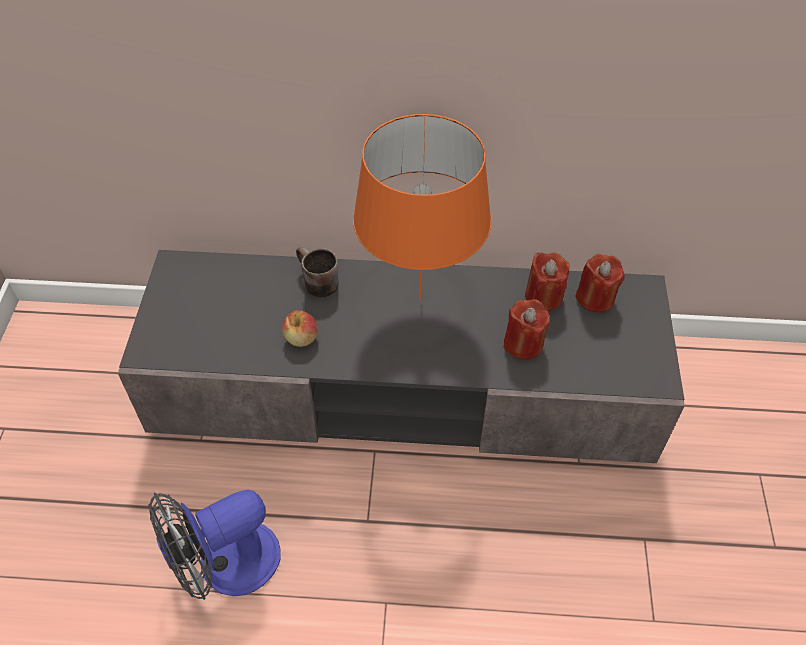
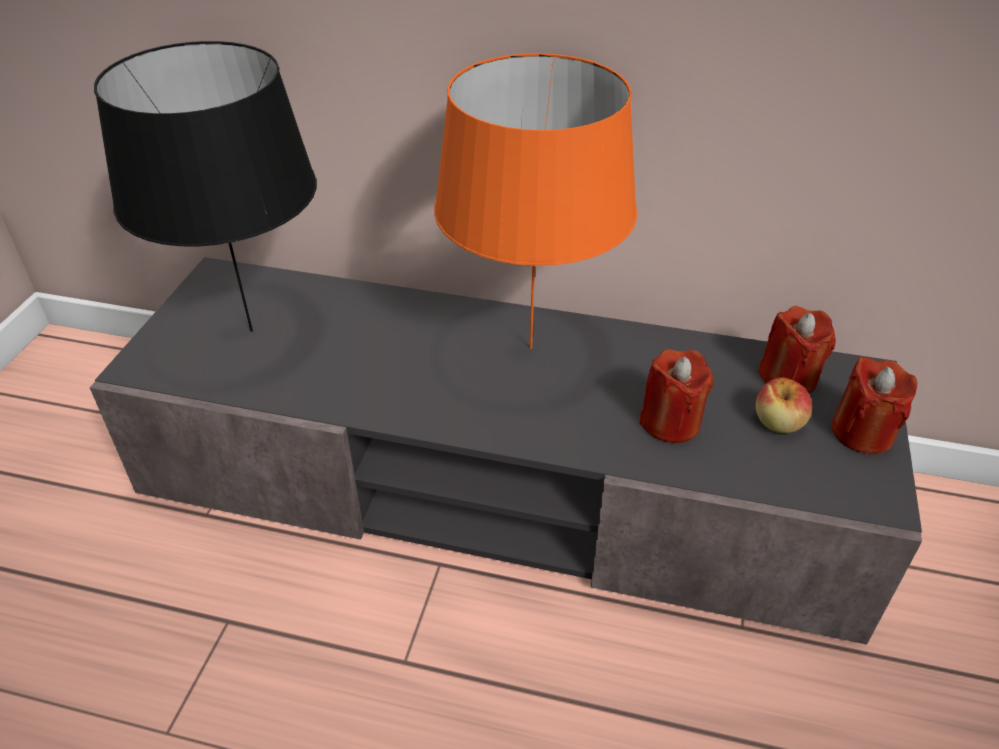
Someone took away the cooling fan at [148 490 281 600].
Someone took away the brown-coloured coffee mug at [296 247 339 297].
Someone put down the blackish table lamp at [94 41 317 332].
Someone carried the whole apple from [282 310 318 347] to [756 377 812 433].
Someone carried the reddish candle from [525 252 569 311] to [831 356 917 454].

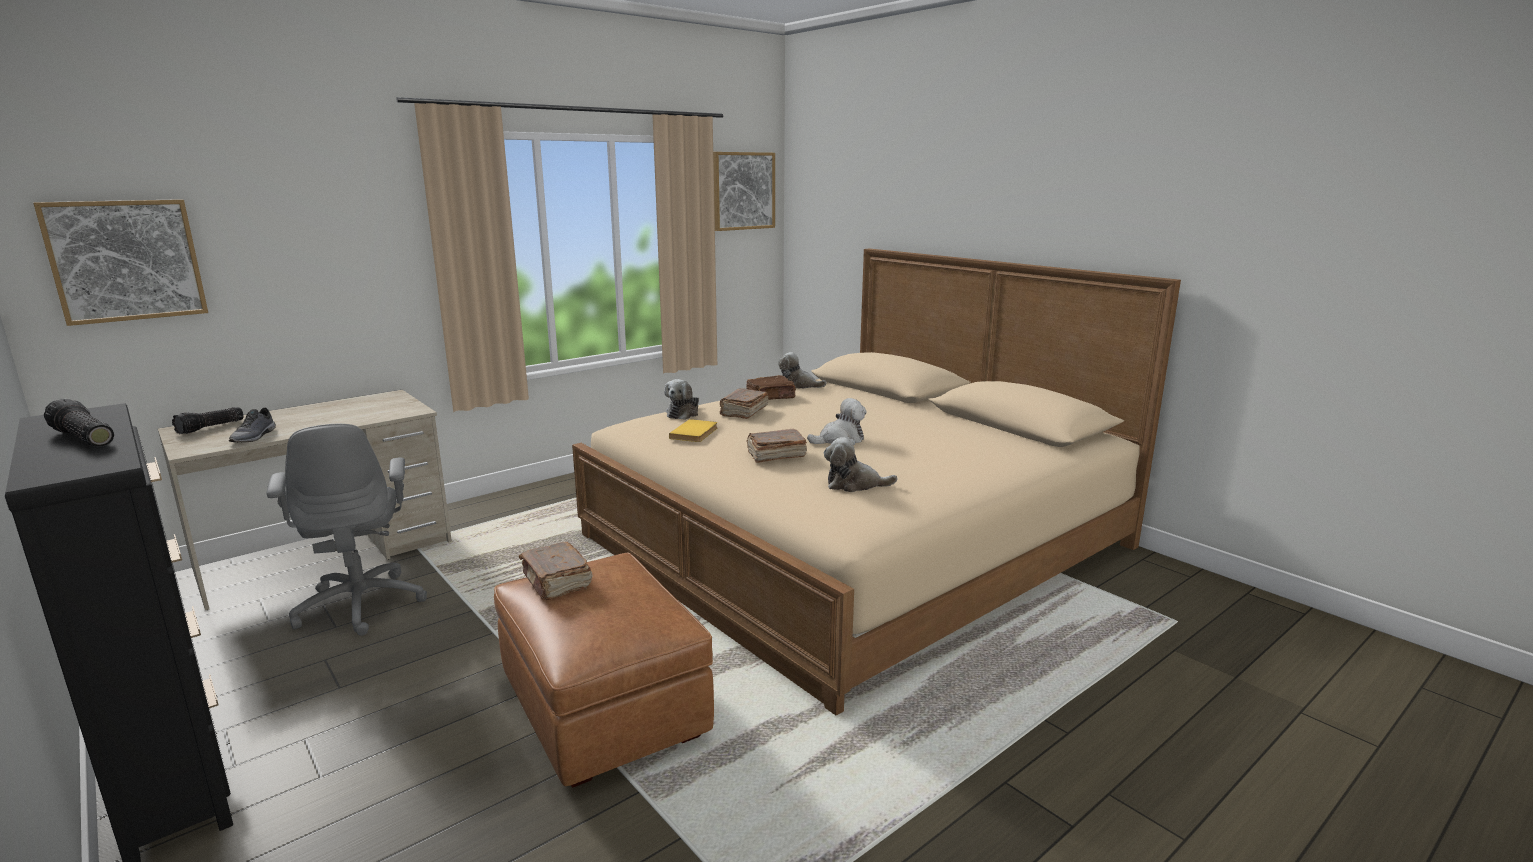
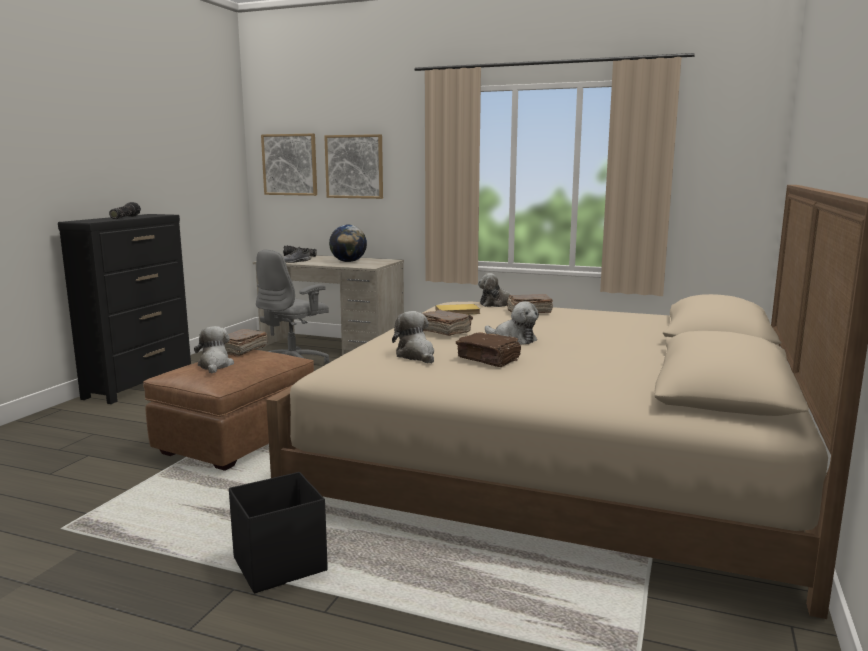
Someone put down the blackish storage box at [229 472 328 593].
Someone put down the desk globe at [329 225 367 262].
Someone carried the wall art from [713 152 775 231] to [324 134 383 199].
Someone carried the brown-coloured volume from [746 375 796 400] to [456 332 521 367].
Someone carried the soft toy from [778 352 827 389] to [194 326 234 373].

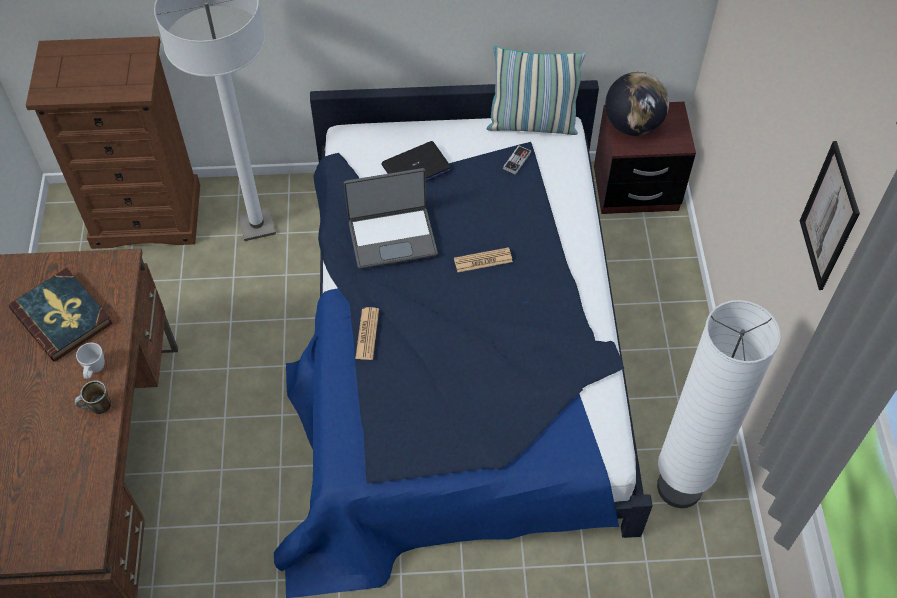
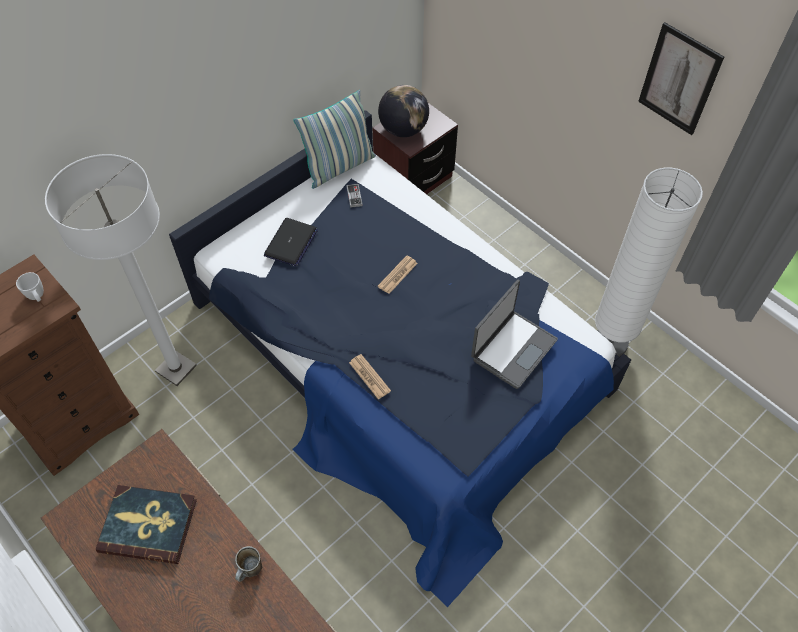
Someone carried the white coffee mug from [76 343 105 379] to [16 272 44 302].
Someone carried the portable computer from [344 168 438 269] to [471 280 558 389].

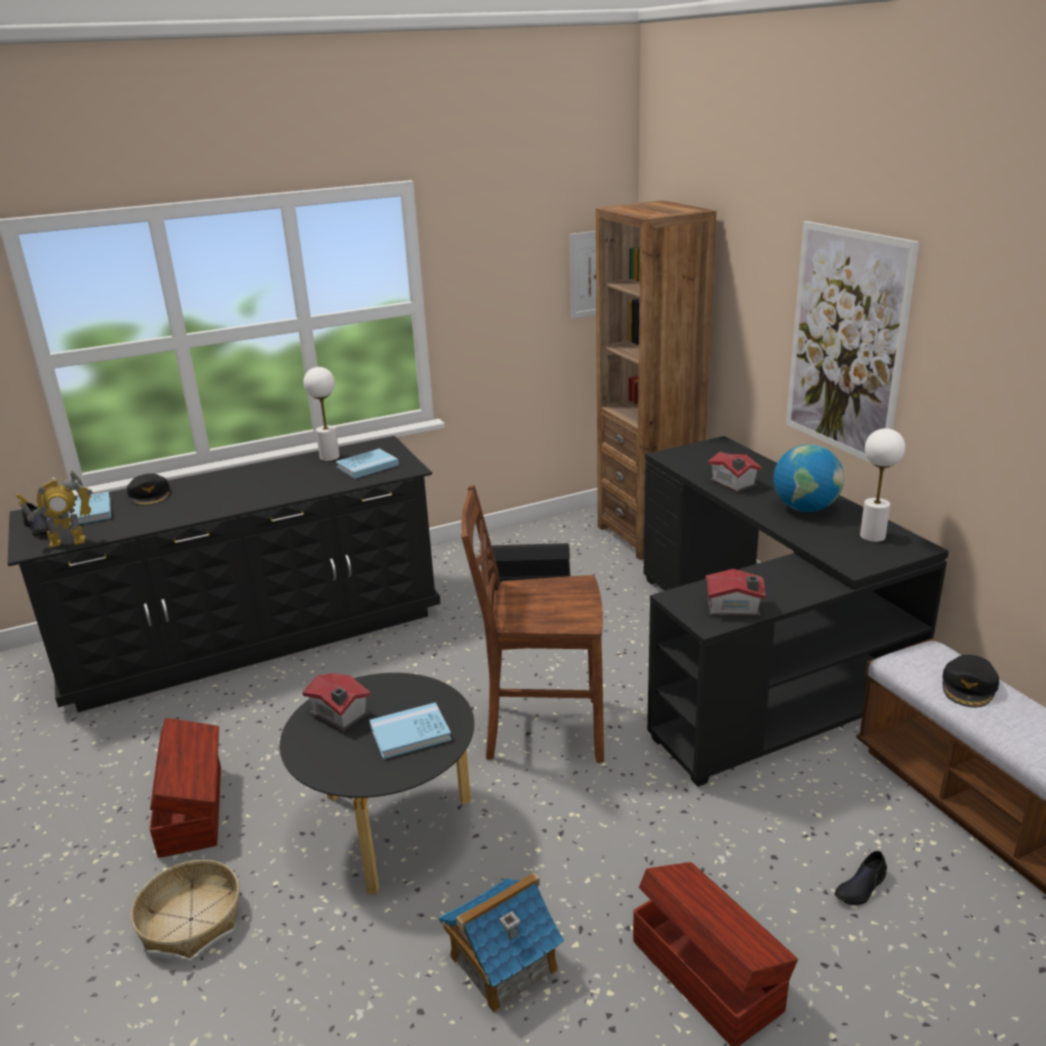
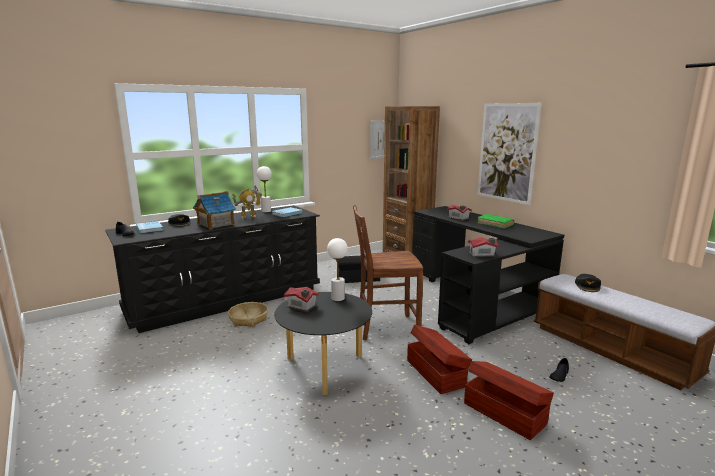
Someone took away the blue volume at [369 702 452 759].
Someone carried the toy robot from [16 470 93 547] to [232 185 262 218].
Someone carried the storage basket from [131 860 240 958] to [228 302 268 327].
Someone carried the brown-coloured storage box from [149 718 221 858] to [407 325 472 394].
Someone carried the toy house from [439 872 564 1013] to [193 191 236 230].
Someone carried the white table lamp from [860 428 905 542] to [327 238 348 301].
Someone swapped the desk globe at [773 444 844 512] for the green-coloured volume at [477 214 514 229].

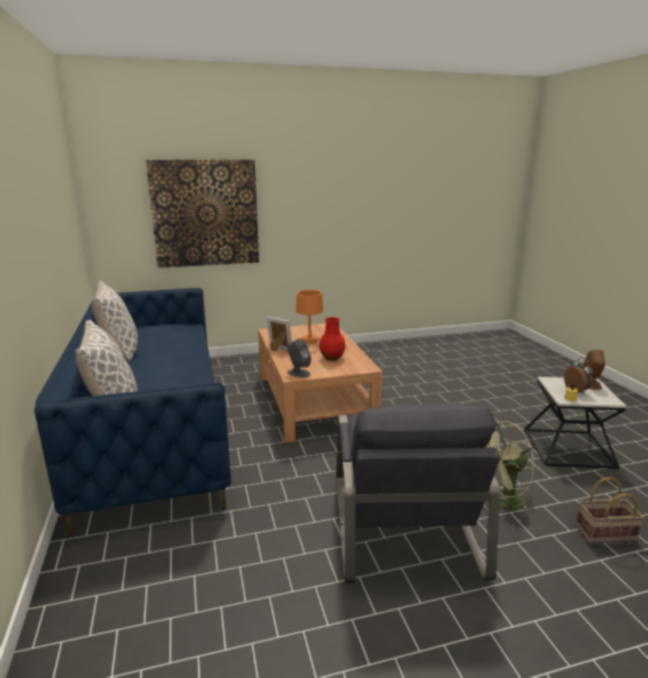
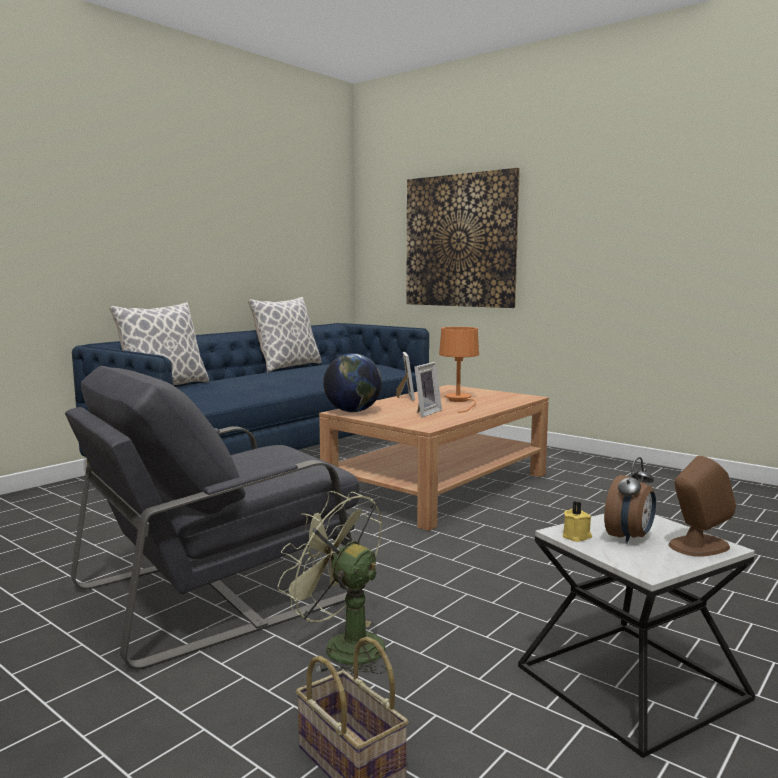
Someone swapped the gray speaker at [287 339 311 378] for the desk globe at [323 353 382 413].
Someone swapped the reddish vase at [319 317 345 361] for the standing frame at [414 362 442 417].

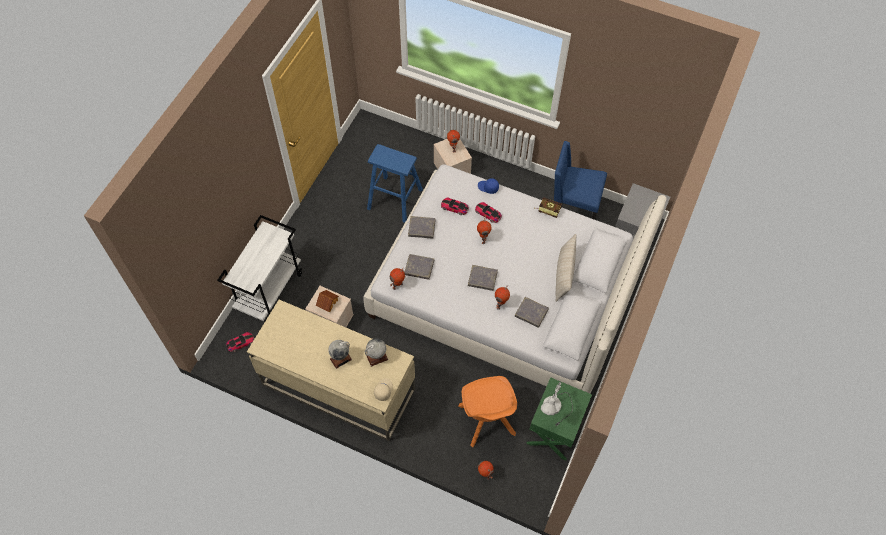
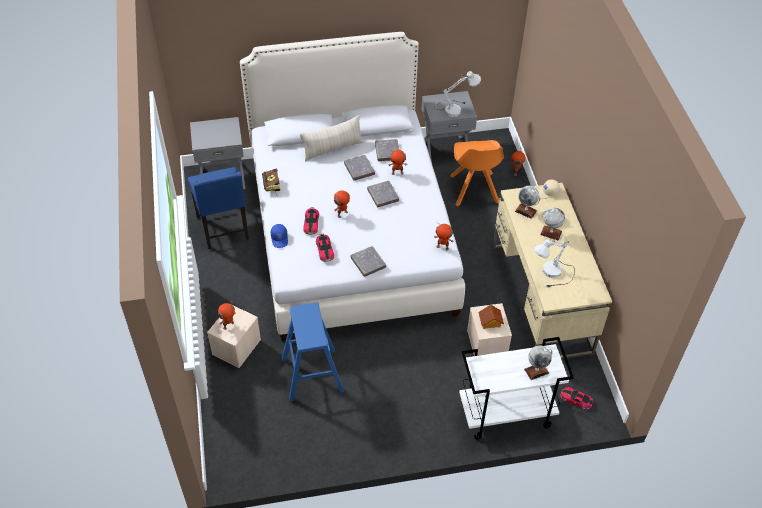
Someone put down the desk globe at [524 346 553 380].
Someone put down the white table lamp at [534 238 575 287].
Someone carried the gray volume from [405 254 434 280] to [344 155 375 181].
Someone repainted the green-coloured night table at [526 377 592 461], which became the gray night table at [421 91 477 162].
Someone rotated the orange-coloured plain chair at [459 376 517 447] by 135 degrees clockwise.

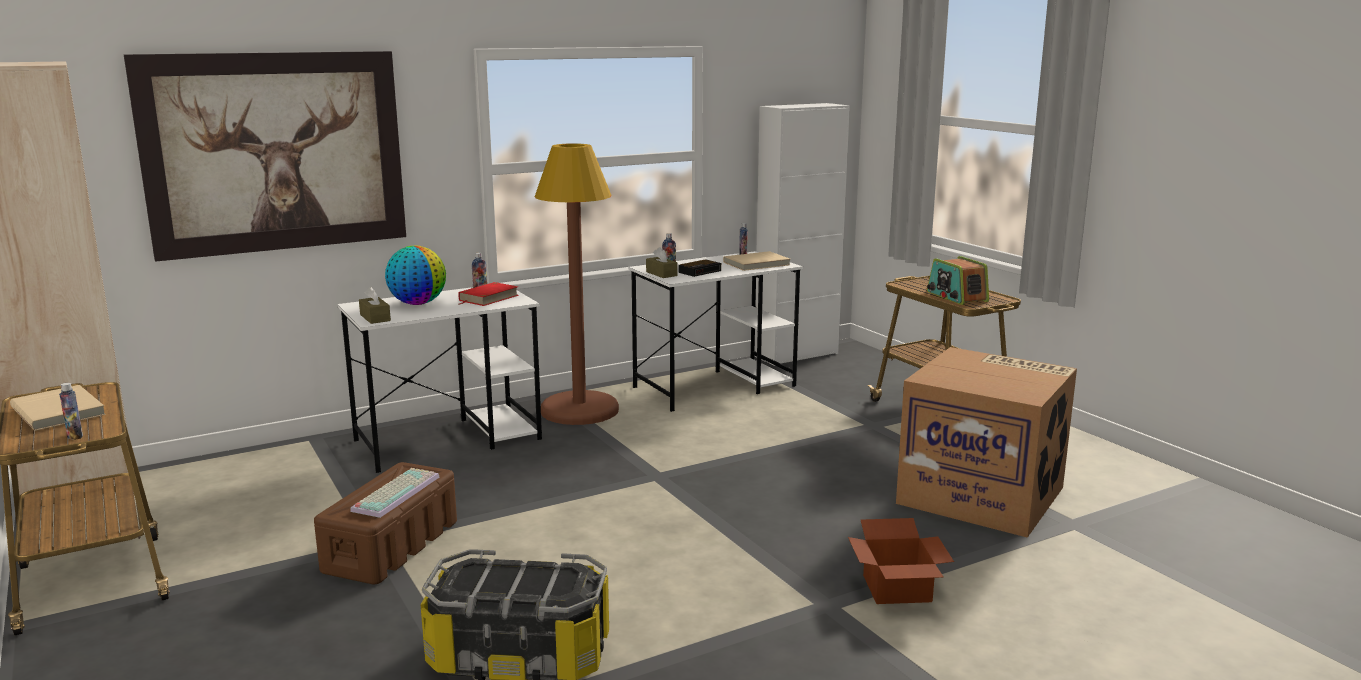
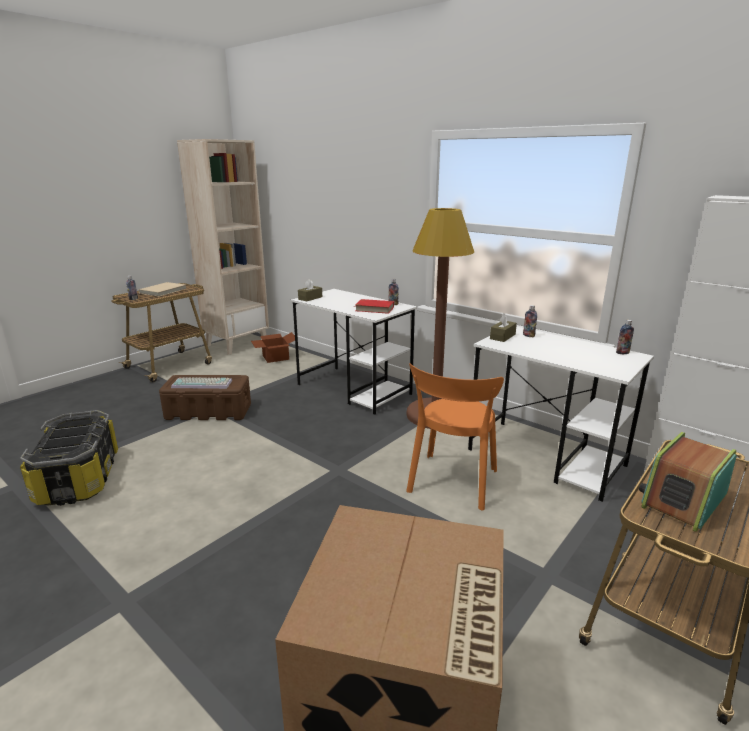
Someone took away the wall art at [124 51 406 262].
Someone took away the desk globe at [385 246 446 305].
Someone took away the table clock at [678 259 721 277].
Someone took away the beige volume at [723 251 790 271].
Someone put down the orange-coloured plain chair at [406 363 504 511].
Someone carried the packing box from [848 518 954 604] to [251 332 295 363].

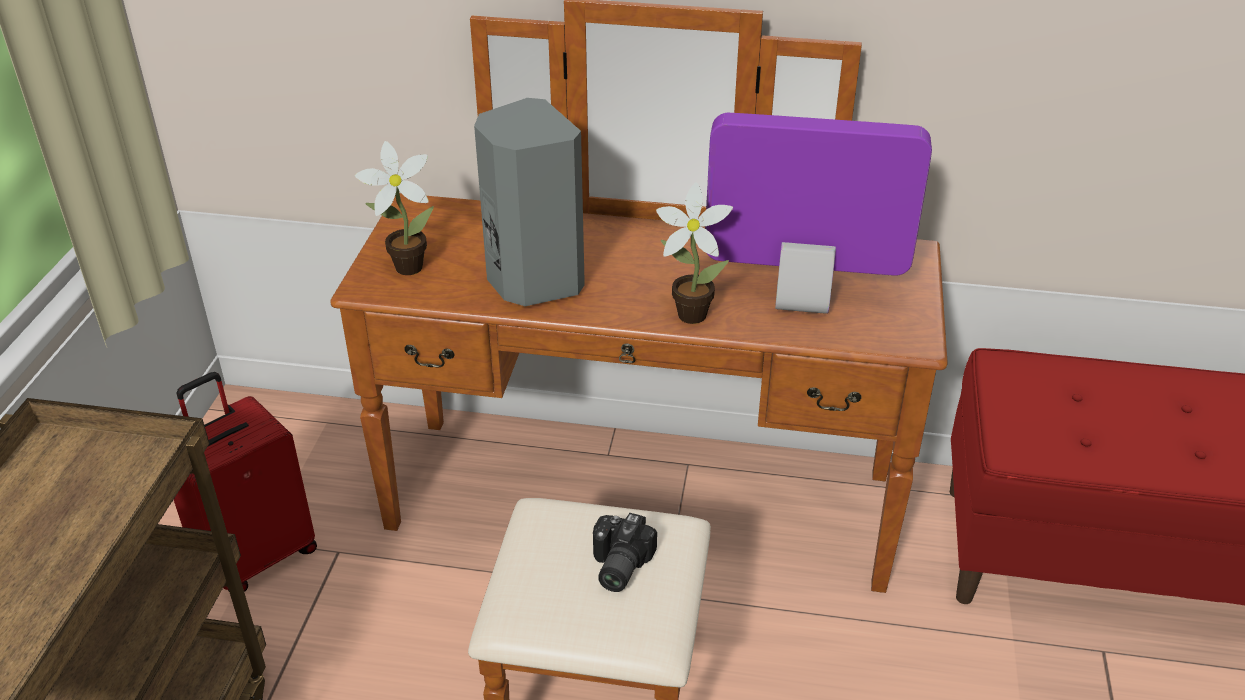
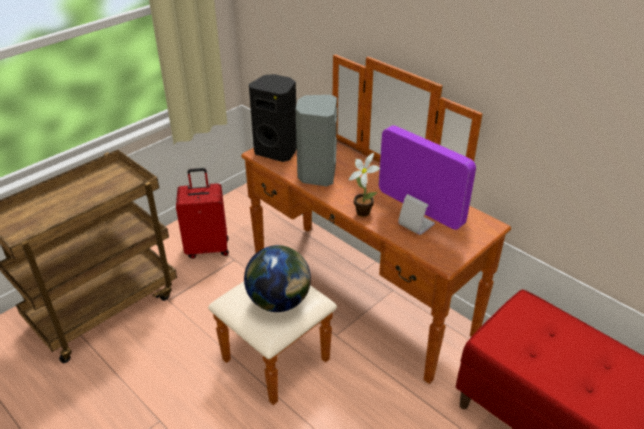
Someone swapped the plant in a pot at [355 141 434 275] for the blackish speaker at [249 74 297 162].
Someone swapped the photo camera at [593 513 657 592] for the desk globe at [244 245 311 312].

